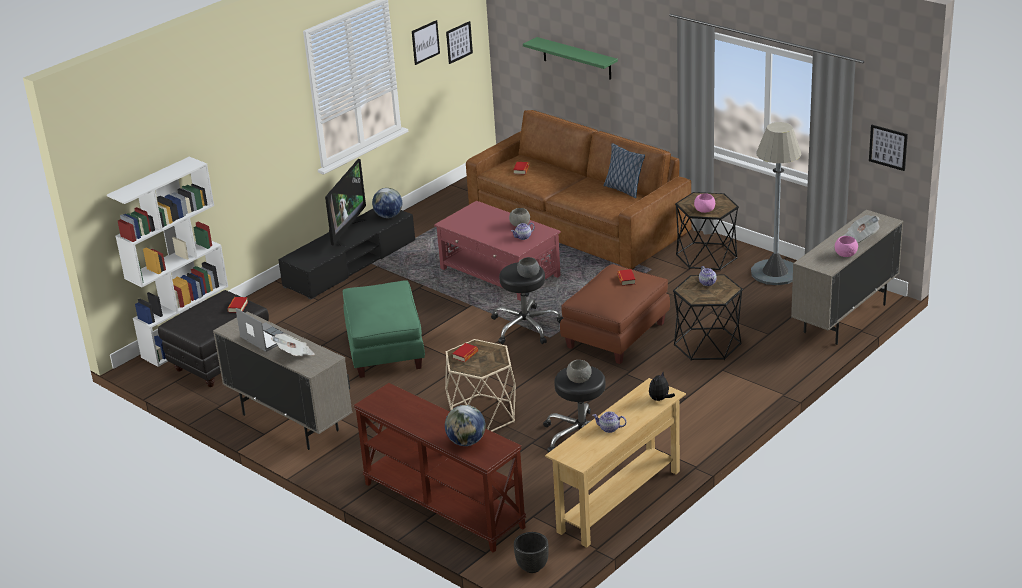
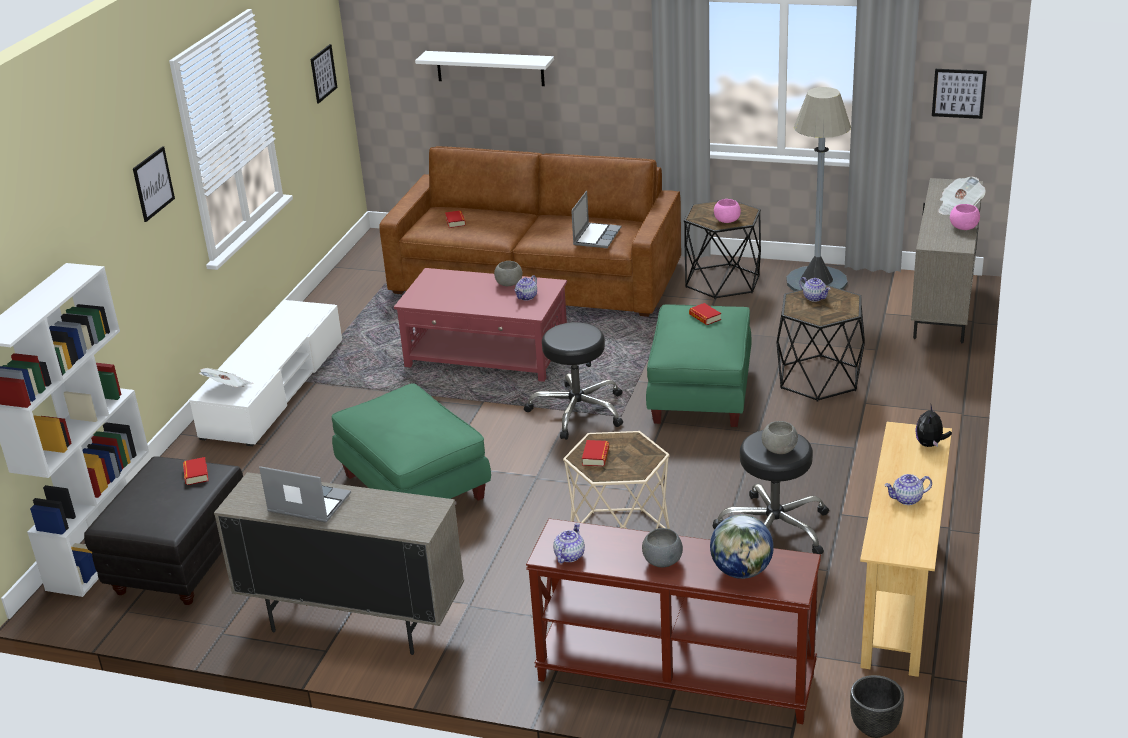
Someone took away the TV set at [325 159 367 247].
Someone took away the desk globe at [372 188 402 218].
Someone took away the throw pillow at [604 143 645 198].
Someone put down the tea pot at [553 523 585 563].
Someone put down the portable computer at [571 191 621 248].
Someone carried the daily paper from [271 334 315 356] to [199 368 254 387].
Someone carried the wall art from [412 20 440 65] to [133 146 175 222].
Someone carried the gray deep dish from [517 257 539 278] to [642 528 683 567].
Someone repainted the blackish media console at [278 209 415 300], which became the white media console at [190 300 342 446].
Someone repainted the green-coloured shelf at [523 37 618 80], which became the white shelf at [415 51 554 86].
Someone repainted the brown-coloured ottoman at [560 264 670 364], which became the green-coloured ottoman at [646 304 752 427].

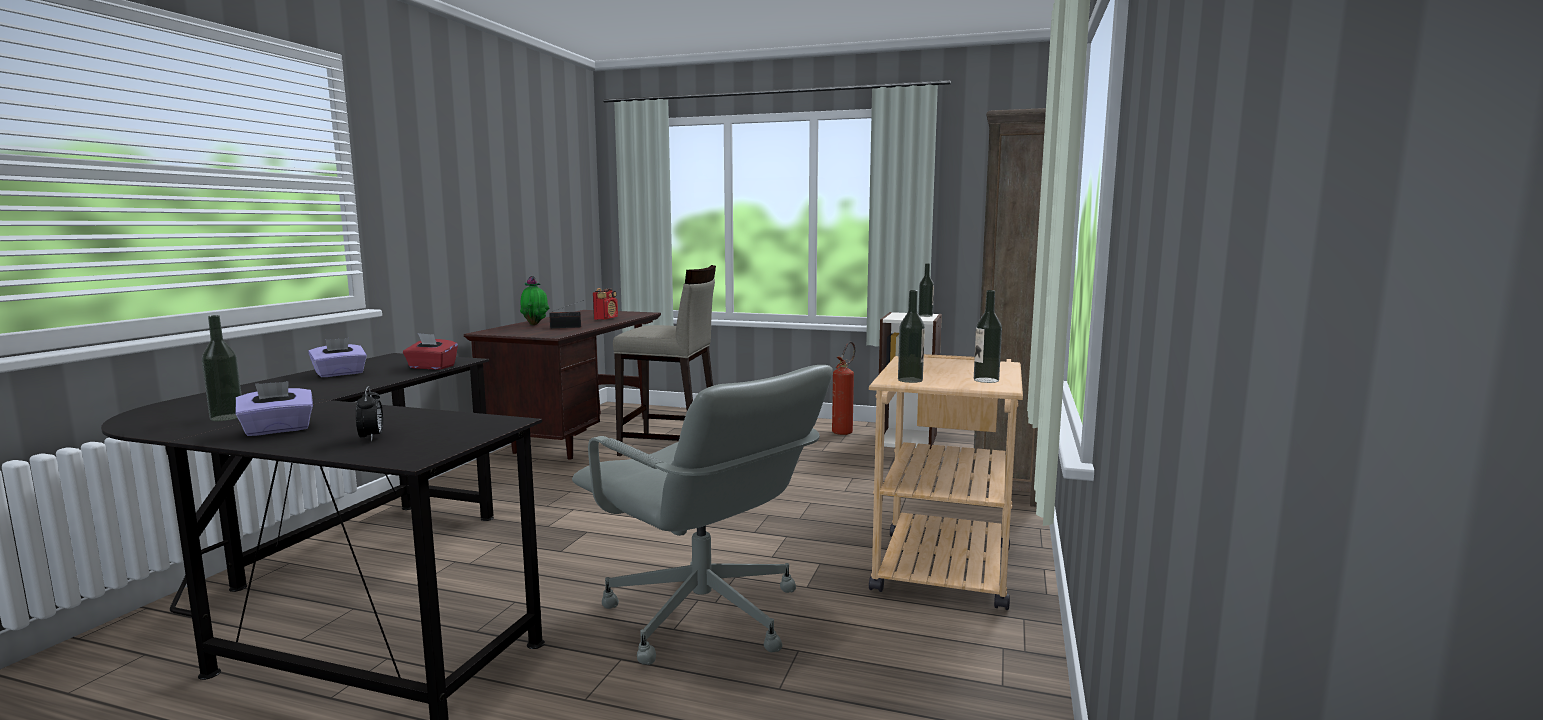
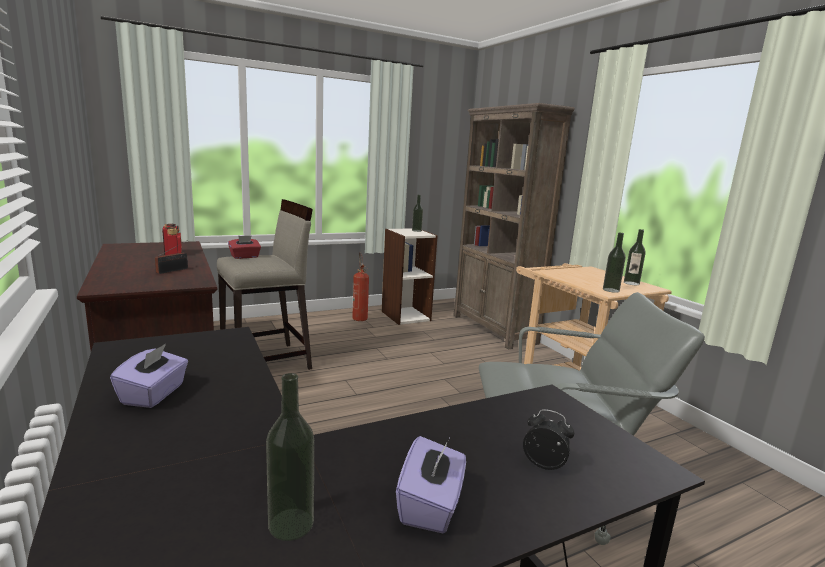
Someone took away the plant in a pot at [520 276 549 325].
Someone carried the reddish tissue box from [403 333 458 370] to [228 236 261 259].

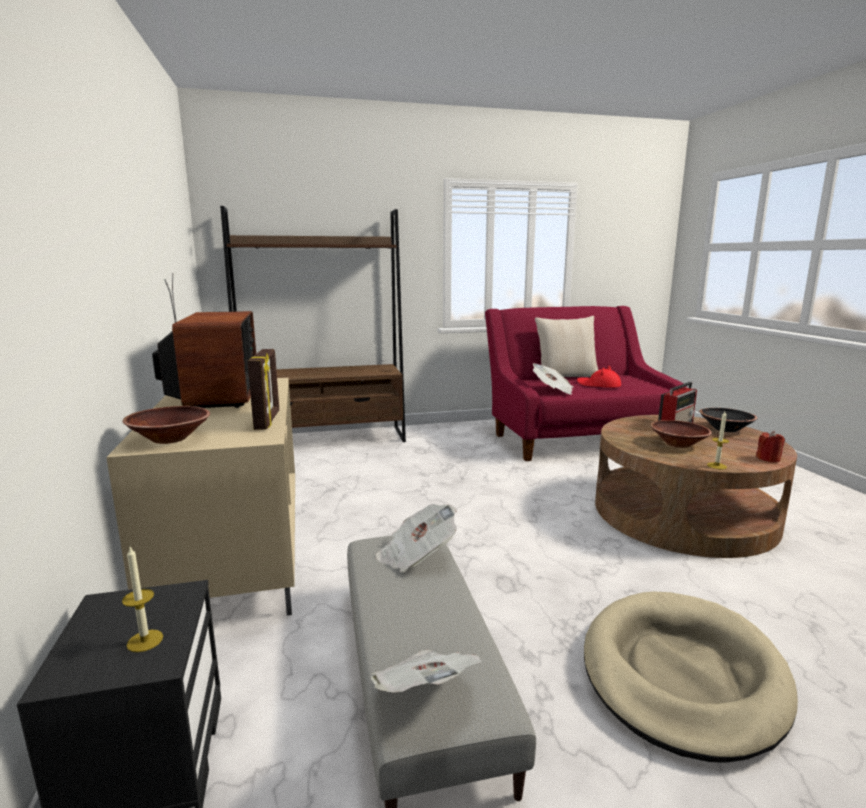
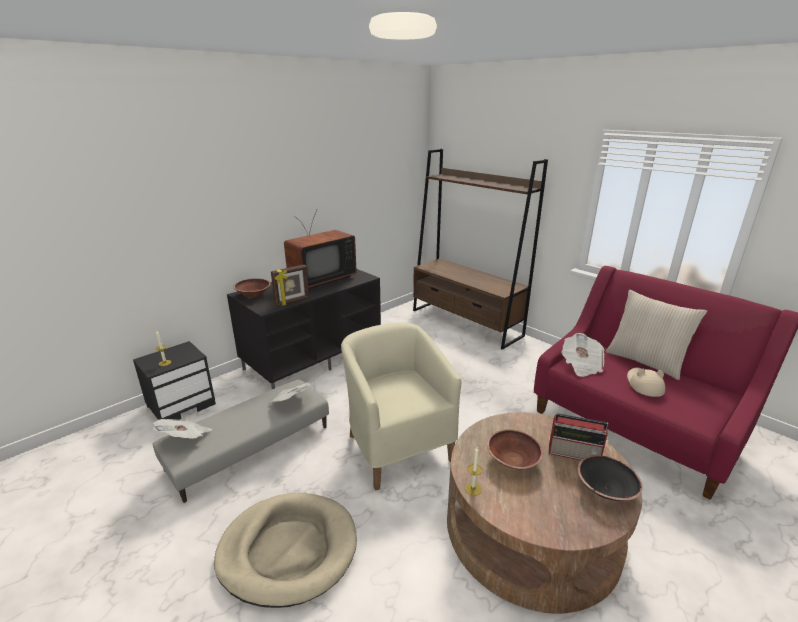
Someone took away the reddish candle at [756 431 785 462].
Someone put down the beige lounge chair at [341 323 462 490].
Someone repainted the beige media console at [106 378 295 616], which became the blackish media console at [227 269 381 389].
Someone repainted the reddish clothing hat at [577 366 621 388], which became the beige clothing hat at [627 367 665 397].

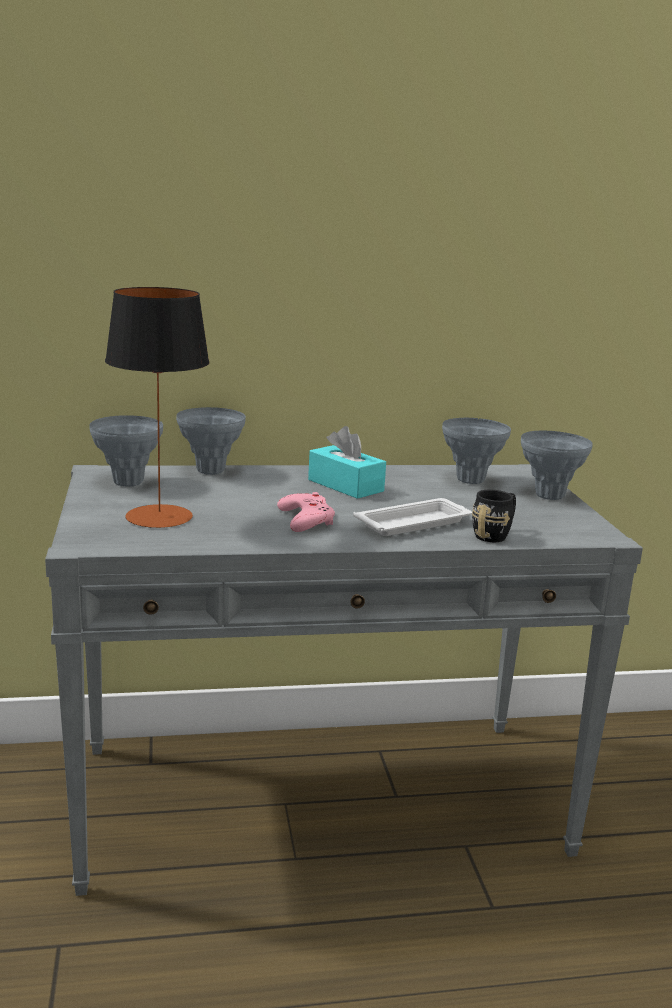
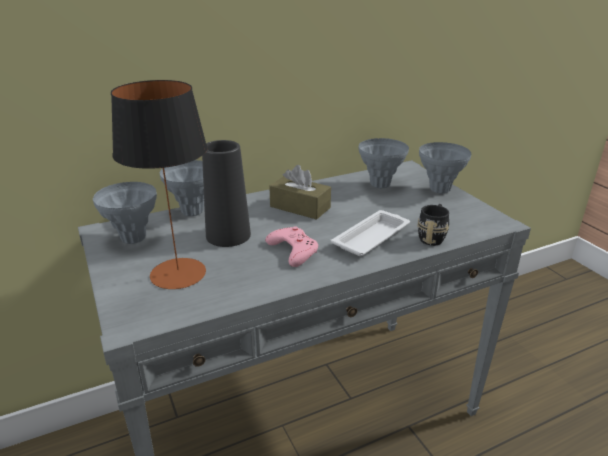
Someone put down the blackish vase at [202 140 251 247].
Someone repainted the blue-green tissue box at [308 426 386 499], which became the brown-coloured tissue box at [269 165 331 220].

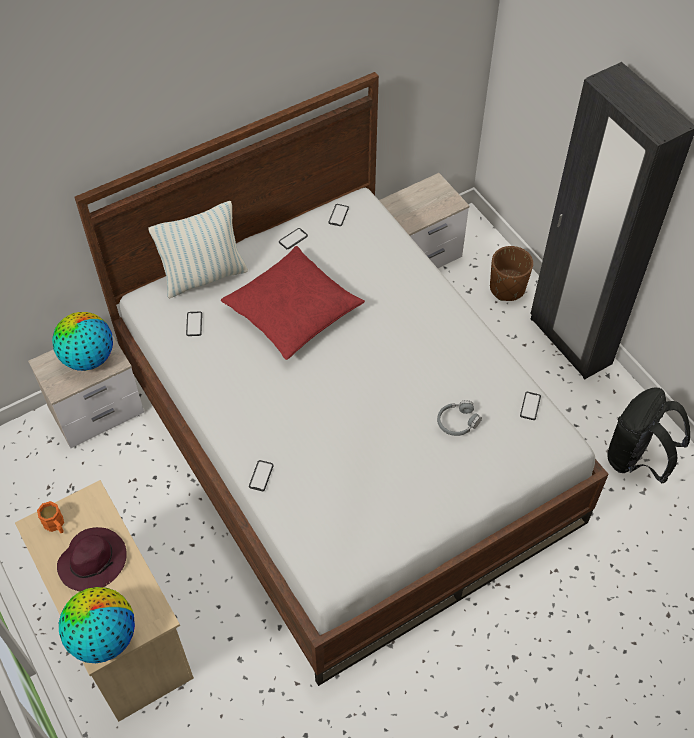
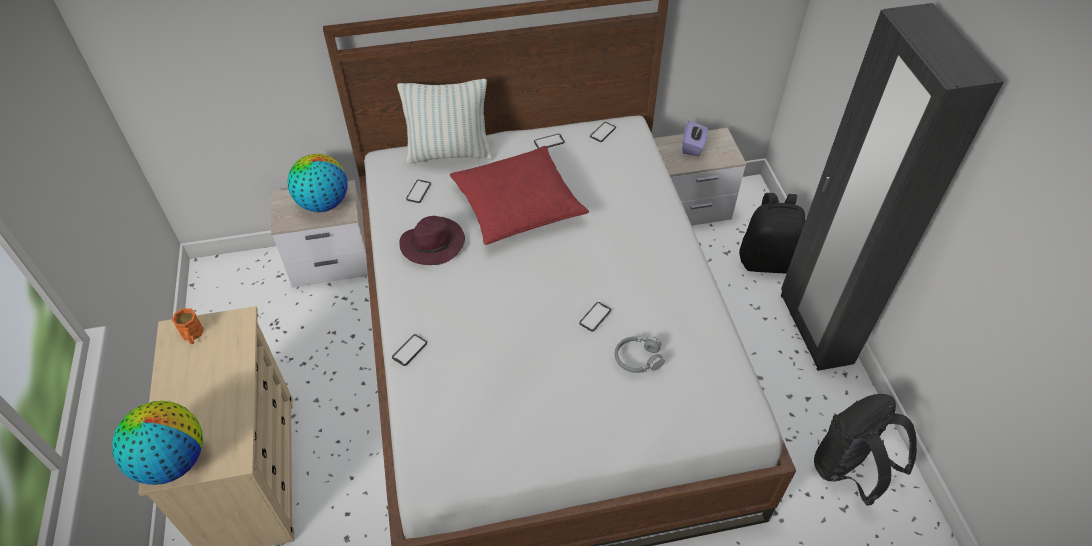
Someone put down the purplish tissue box at [682 121 708 156].
Someone carried the purplish clothing hat from [57 527 127 591] to [399 216 465 265].
Someone carried the handset from [520 392 541 420] to [579 302 611 332].
Someone swapped the brown-coloured plant pot at [490 246 533 301] for the blackish rucksack at [739 193 805 273].

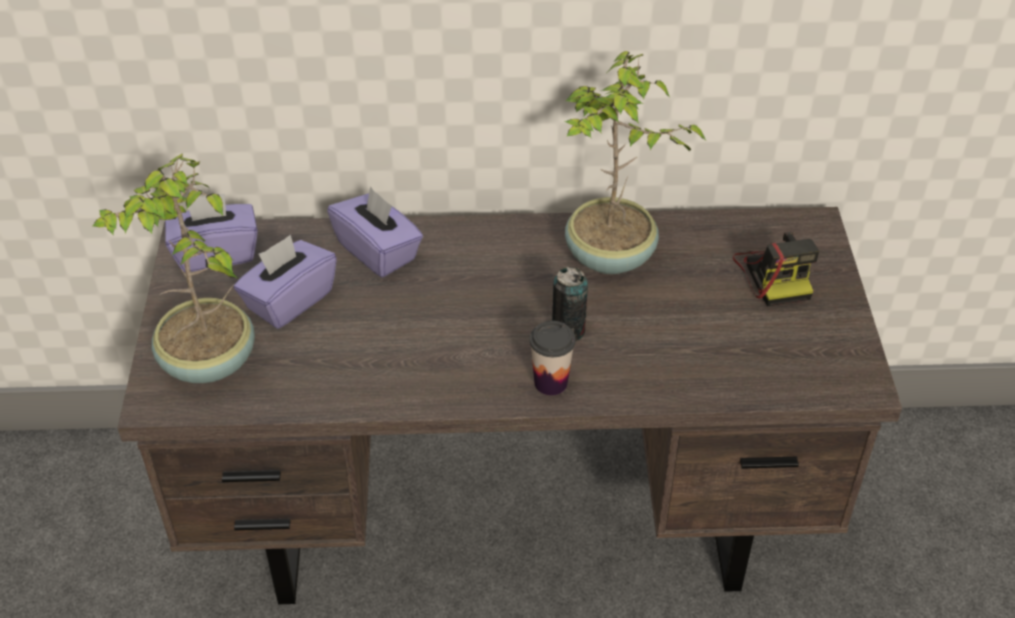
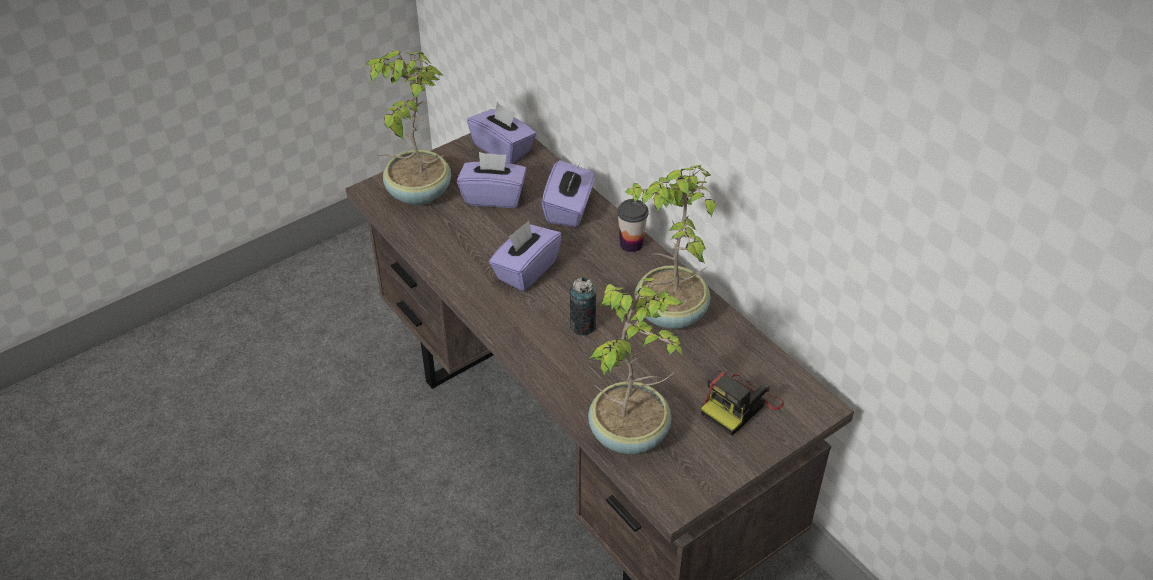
Someone put down the purplish tissue box at [489 220 562 291].
Someone put down the plant in a pot at [588 278 684 454].
Someone carried the small cup from [530 321 575 395] to [617 199 649 252].

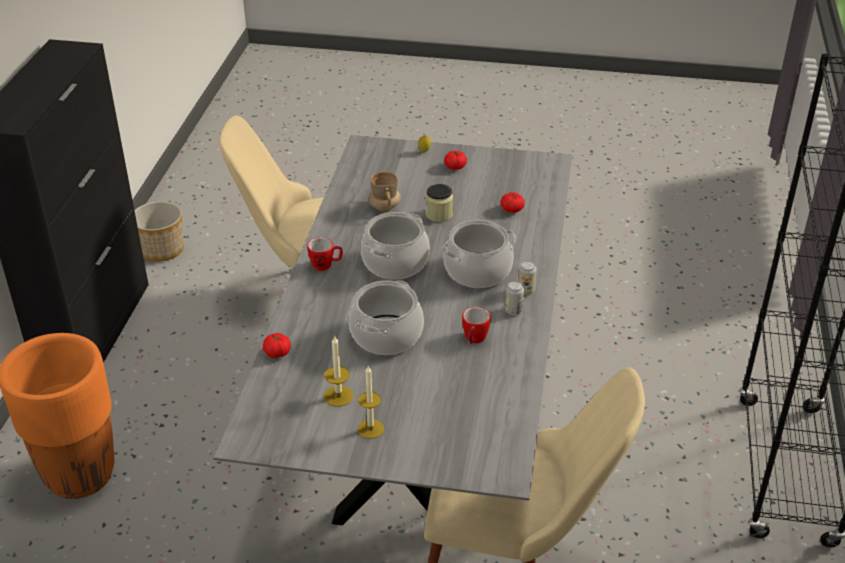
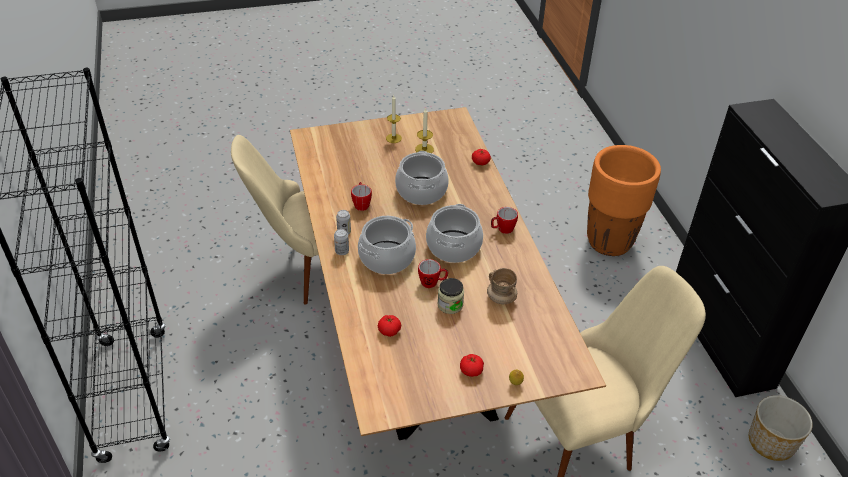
Someone put down the coffee mug at [418 259 448 288].
Someone repainted the gray kitchen table at [213 135 572 525], which became the brown-coloured kitchen table at [290 107 606 440].

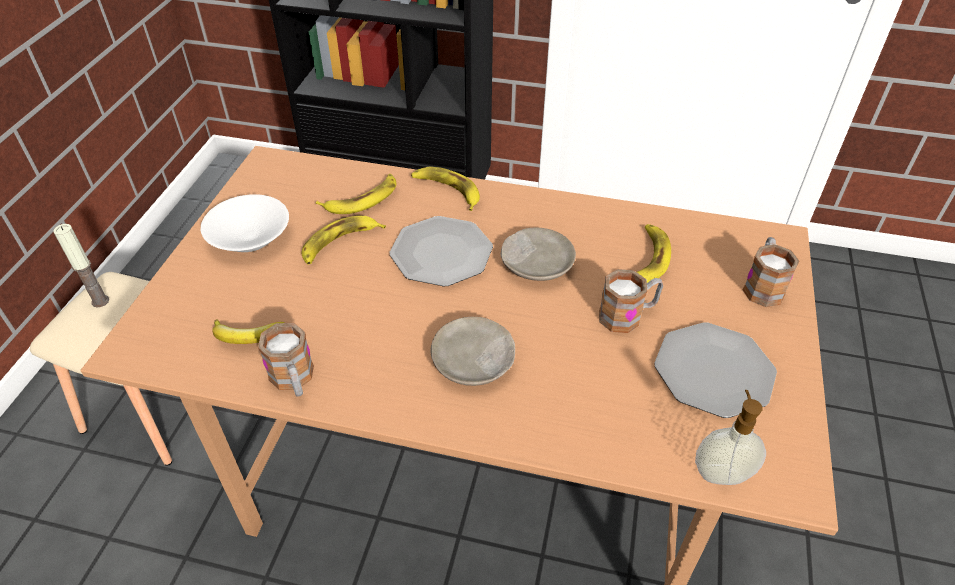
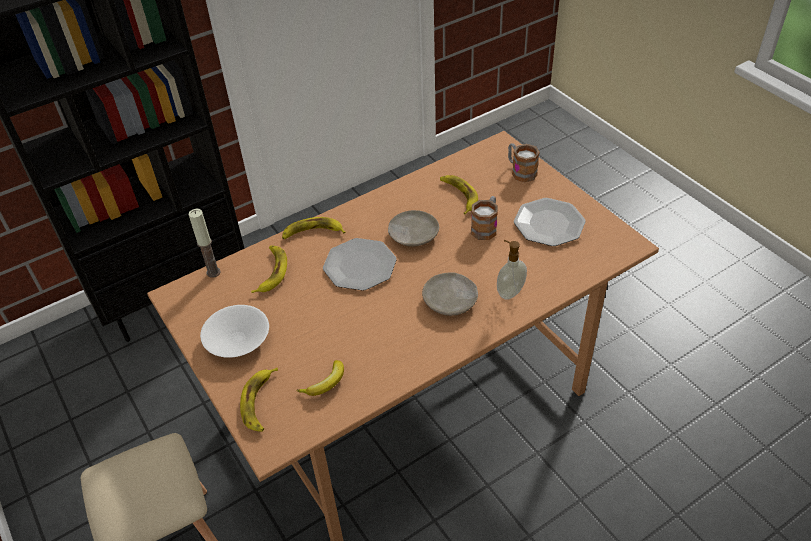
Someone took away the coffee mug at [258 323 314 397].
Someone carried the candle from [53 224 109 307] to [189 209 221 278].
Someone carried the banana fruit from [302 216 386 265] to [240 368 278 432].
Someone carried the soap bottle from [695 390 766 485] to [497 240 527 300].

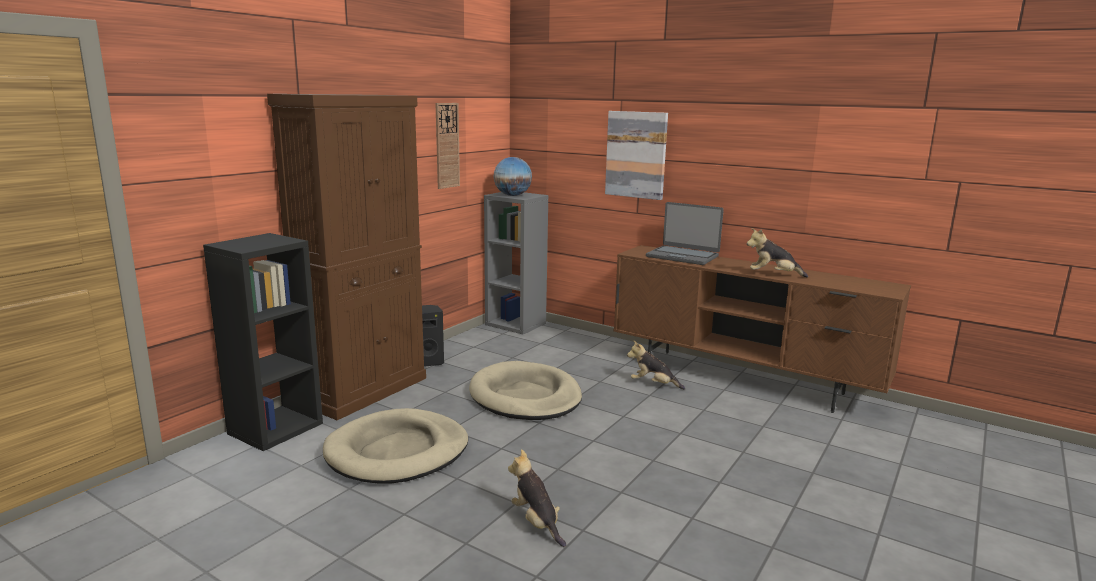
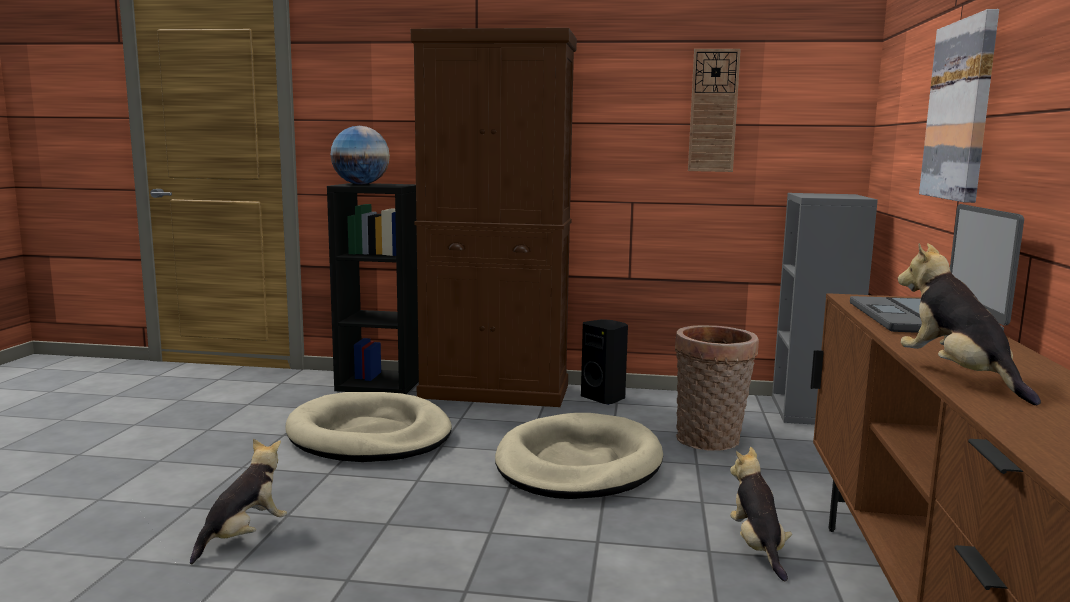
Someone put down the storage basket at [675 325 759 451].
Someone carried the desk globe from [494 157 532 196] to [330 126 390 185].

